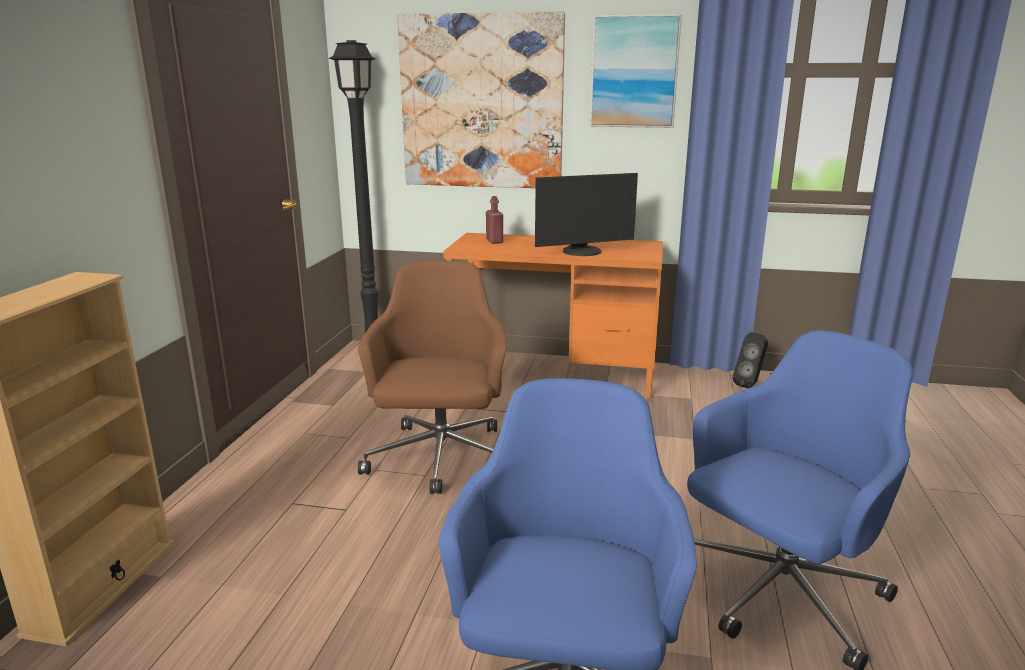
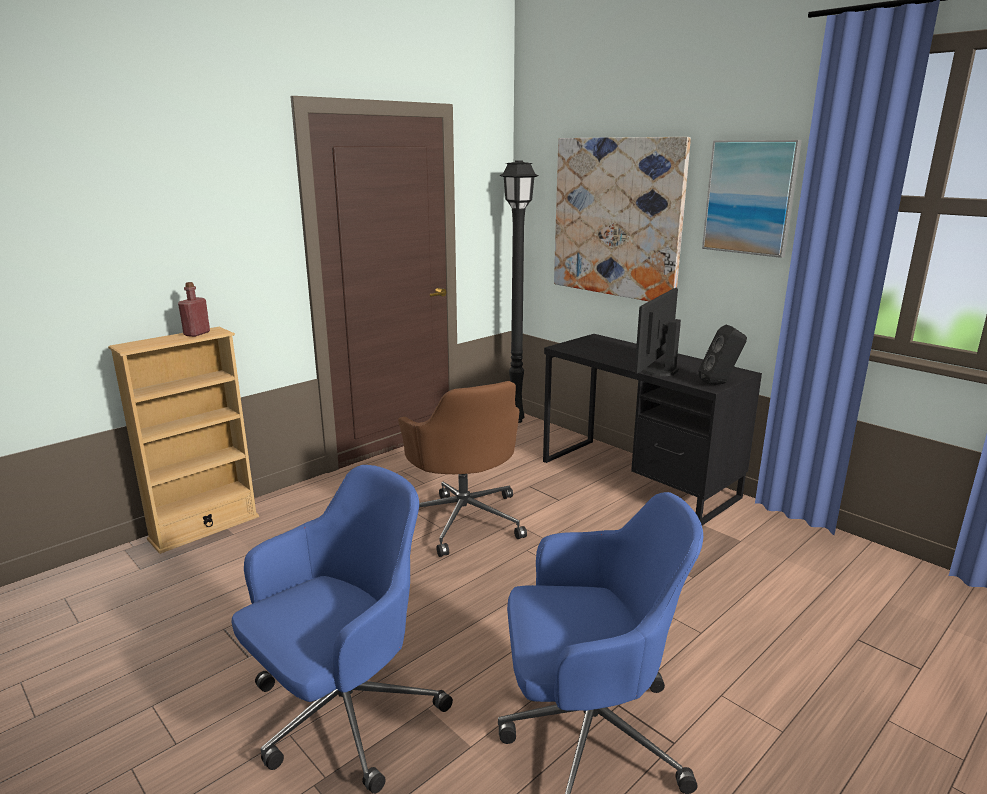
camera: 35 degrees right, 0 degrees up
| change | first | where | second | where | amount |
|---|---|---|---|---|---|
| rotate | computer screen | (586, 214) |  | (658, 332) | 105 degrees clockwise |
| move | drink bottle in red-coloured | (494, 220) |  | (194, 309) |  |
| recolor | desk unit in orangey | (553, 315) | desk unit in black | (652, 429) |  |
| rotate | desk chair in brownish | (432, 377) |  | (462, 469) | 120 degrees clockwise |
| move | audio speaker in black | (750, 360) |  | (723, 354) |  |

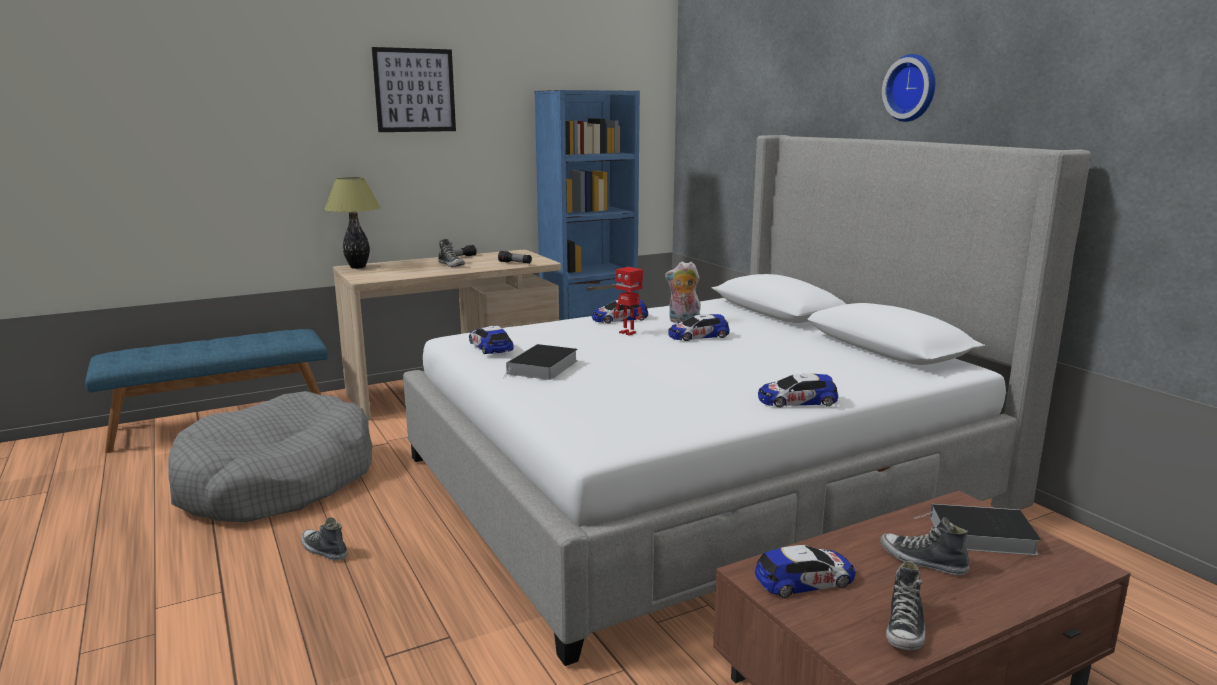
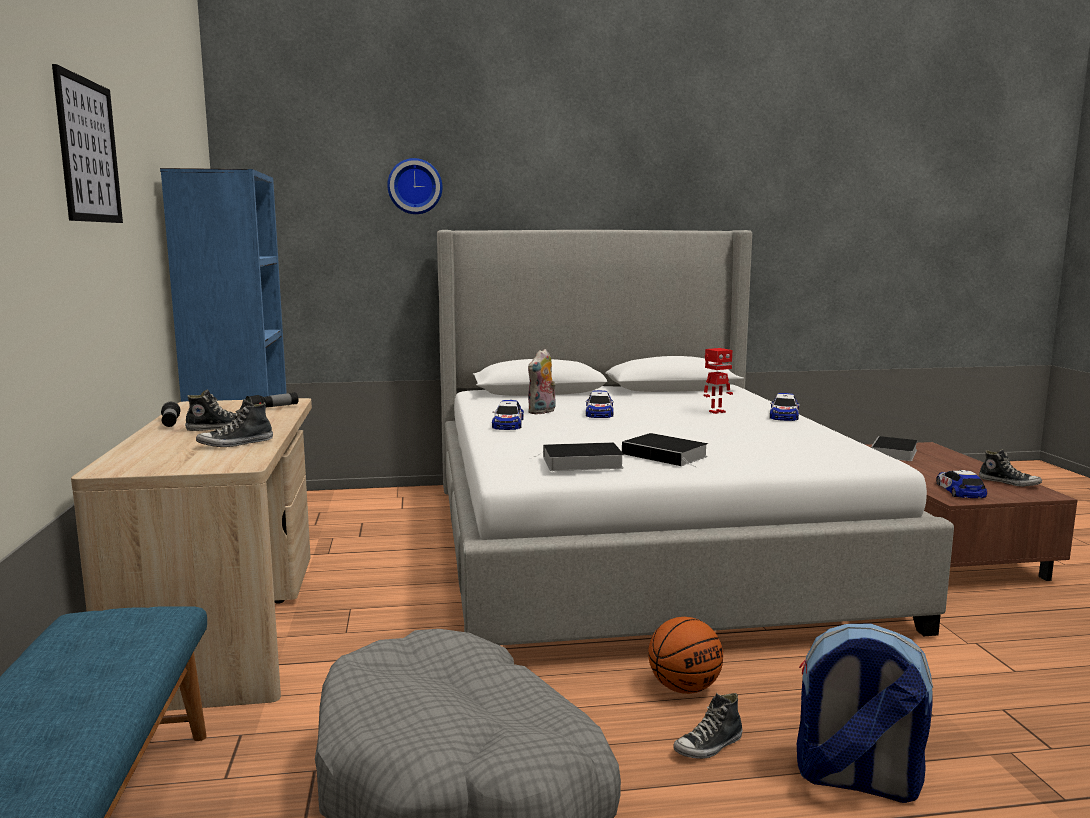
camera: 70 degrees left, 5 degrees down
| change | first | where | second | where | amount |
|---|---|---|---|---|---|
| move | wall clock | (908, 88) |  | (414, 186) |  |
| delete | tabletop lamp | (352, 223) |  |  |  |
| move | model robot | (628, 301) |  | (718, 381) |  |
| replace | model car | (491, 340) | volume | (579, 456) |  |
| move | shoe | (924, 546) |  | (234, 423) |  |
| insert |  |  | ball for basketball | (685, 655) |  |
| insert |  |  | knapsack | (865, 713) |  |

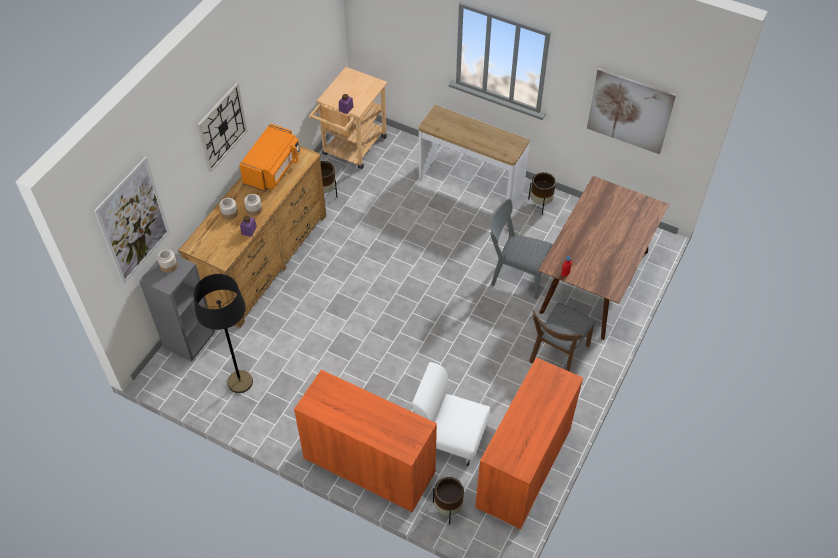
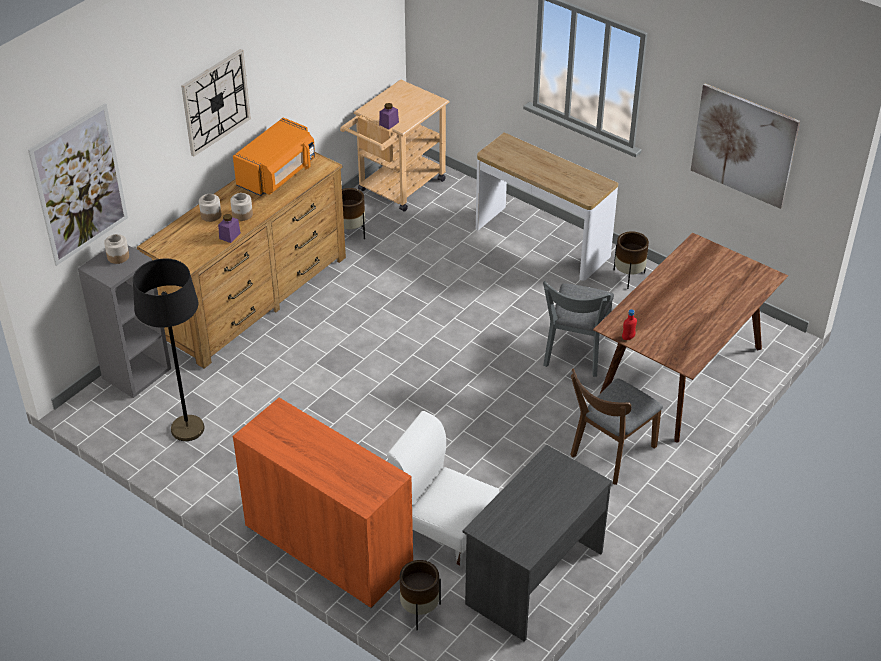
camera: 10 degrees right, 10 degrees down
| change | first | where | second | where | amount |
|---|---|---|---|---|---|
| rotate | upright chair in grey | (521, 249) |  | (578, 329) | 105 degrees counterclockwise |
| replace | cupboard in orangey | (529, 443) | desk unit in grey | (537, 543) |  |

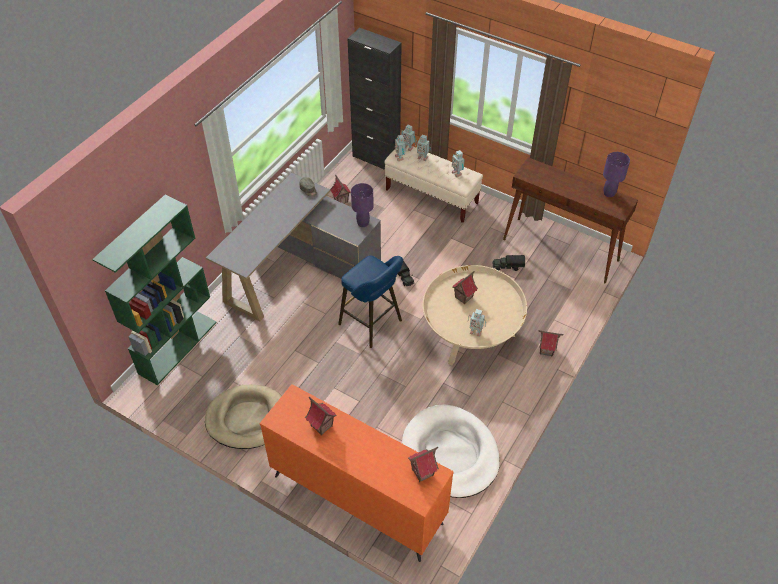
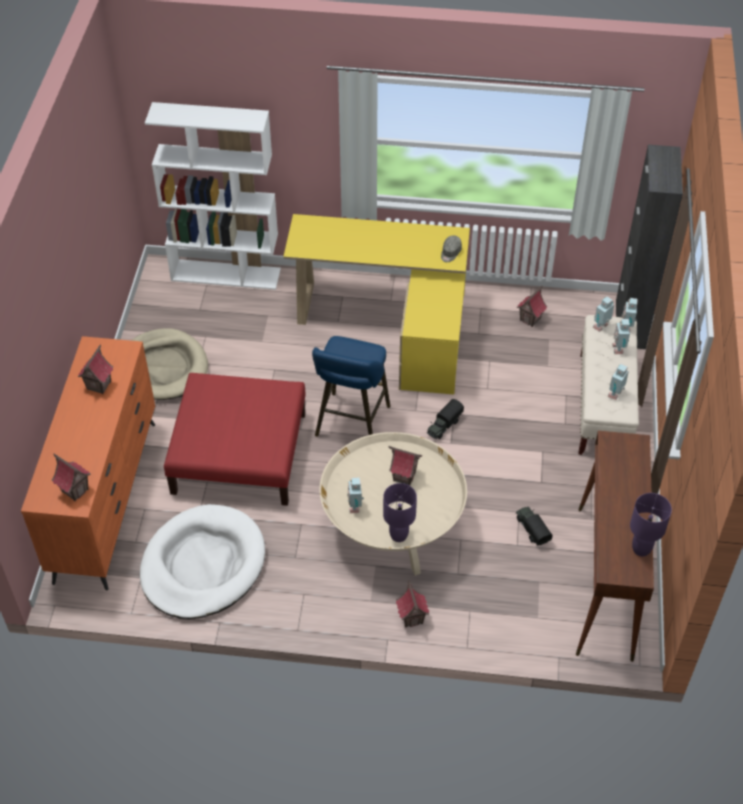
camera: 65 degrees right, 0 degrees up
| change | first | where | second | where | amount |
|---|---|---|---|---|---|
| recolor | desk unit in grey | (293, 247) | desk unit in yellow-coloured | (376, 304) |  |
| move | tabletop lamp in purplish | (362, 205) |  | (400, 512) |  |
| recolor | shelving unit in green | (154, 290) | shelving unit in whitish | (213, 196) |  |
| insert |  |  | pouffe in red-coloured | (235, 439) |  |

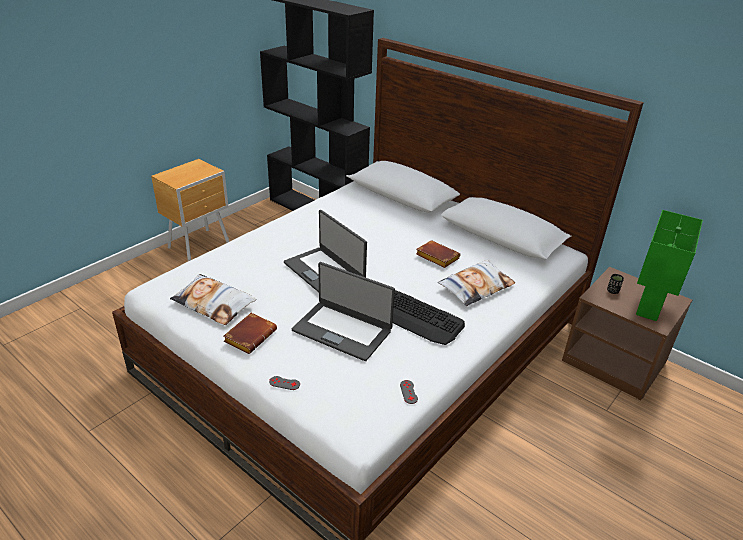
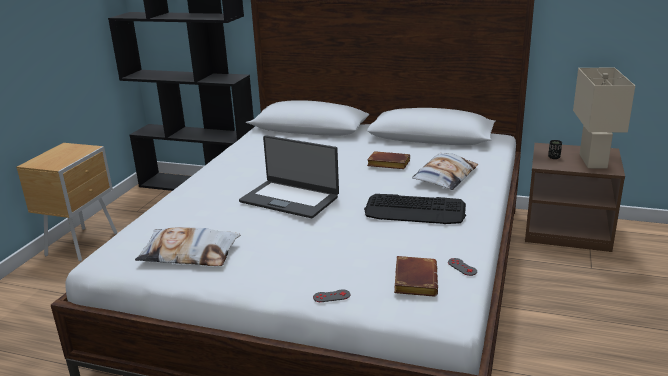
camera: 20 degrees left, 10 degrees down
| change | first | where | second | where | amount |
|---|---|---|---|---|---|
| recolor | tabletop lamp in green | (669, 265) | tabletop lamp in sand-coloured | (604, 118) |  |
| delete | portable computer | (343, 311) |  |  |  |
| move | volume in brownish | (250, 333) |  | (416, 276) |  |

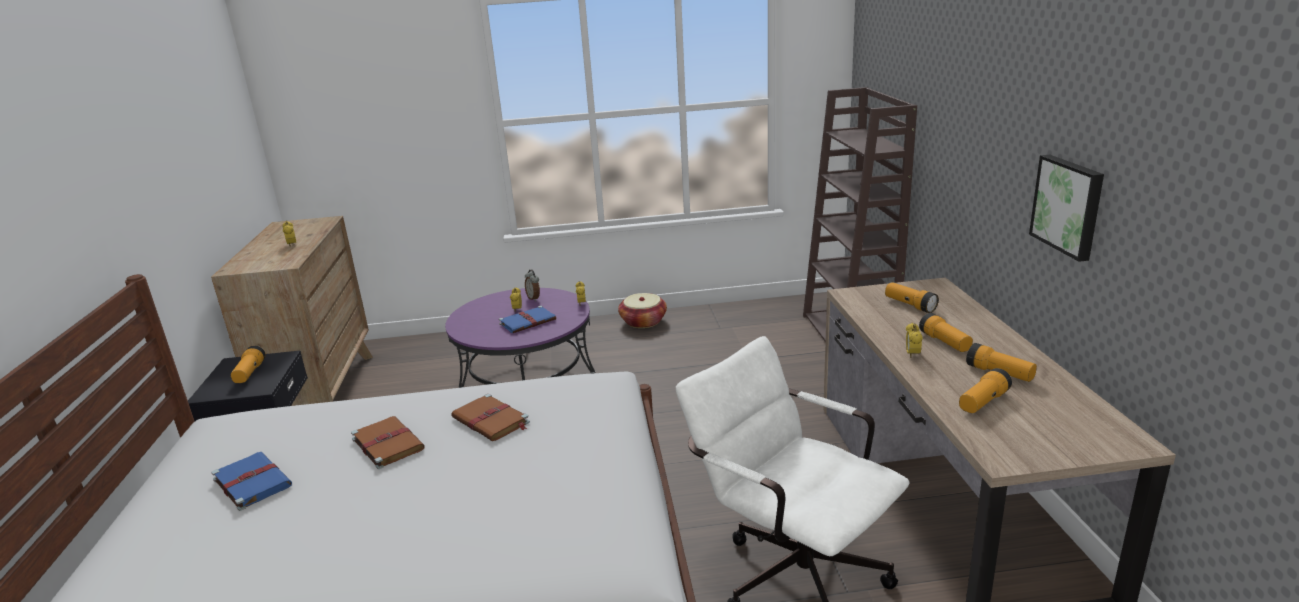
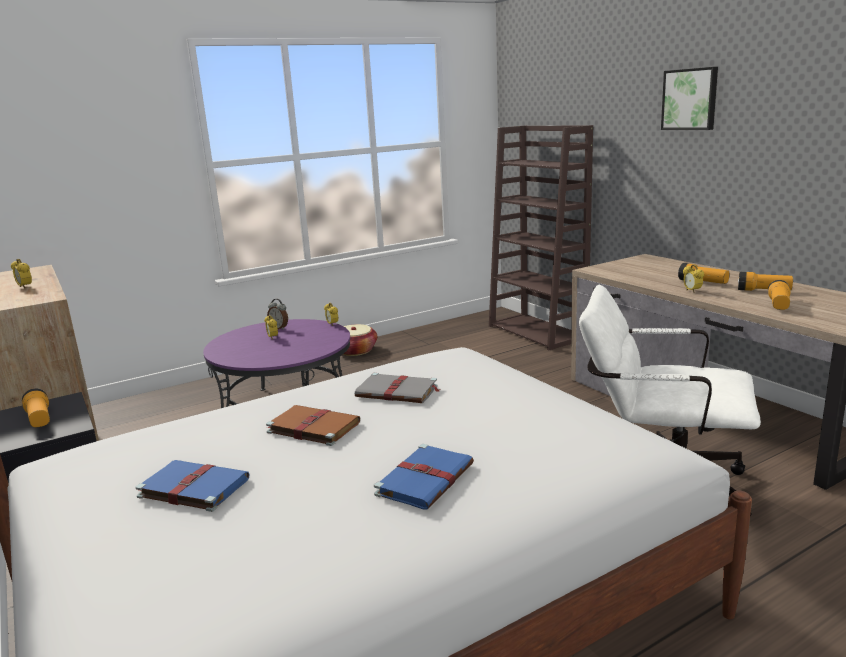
camera: 25 degrees left, 5 degrees down
| change | first | where | second | where | amount |
|---|---|---|---|---|---|
| move | wall picture | (1066, 208) |  | (689, 98) |  |
| delete | hand torch | (912, 297) |  |  |  |
| move | volume in bluish | (527, 319) |  | (424, 476) |  |
| recolor | volume in brownish | (490, 417) | volume in grey | (397, 388) |  |

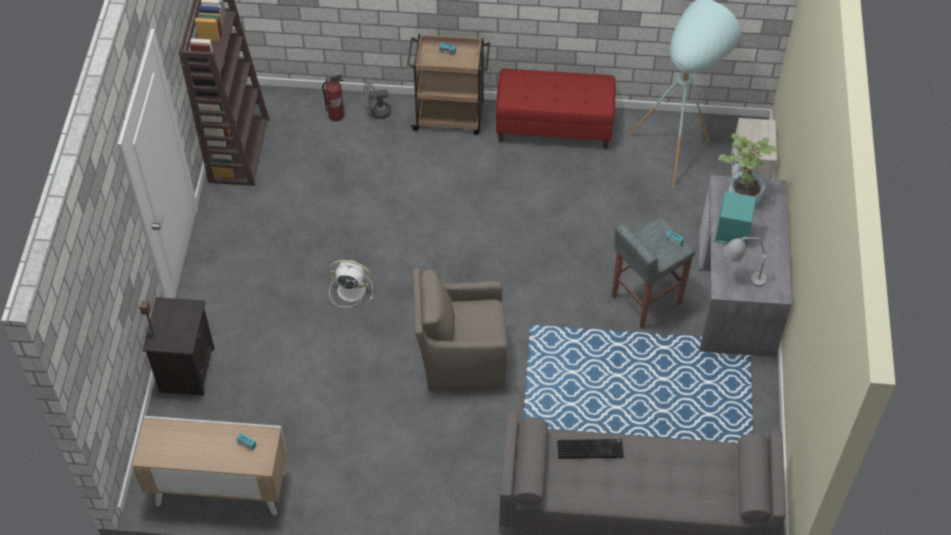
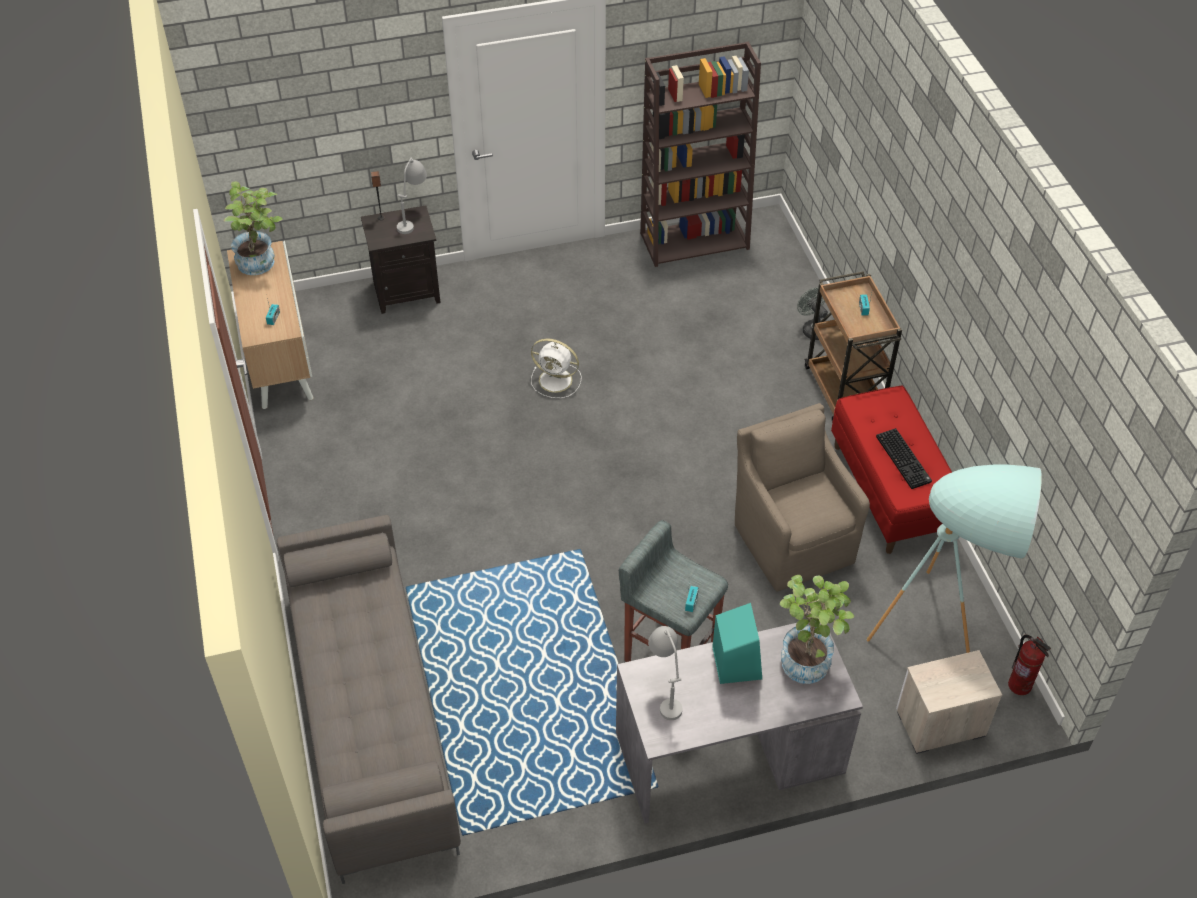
camera: 70 degrees right, 5 degrees down
| change | first | where | second | where | amount |
|---|---|---|---|---|---|
| move | extinguisher | (333, 97) |  | (1029, 665) |  |
| rotate | electric fan in whitish | (350, 283) |  | (556, 368) | 120 degrees clockwise |
| move | easy chair in brownish | (459, 330) |  | (802, 497) |  |
| move | PC keyboard | (590, 449) |  | (904, 458) |  |
| insert |  |  | tabletop lamp in grey | (412, 195) |  |
| insert |  |  | potted plant | (252, 228) |  |

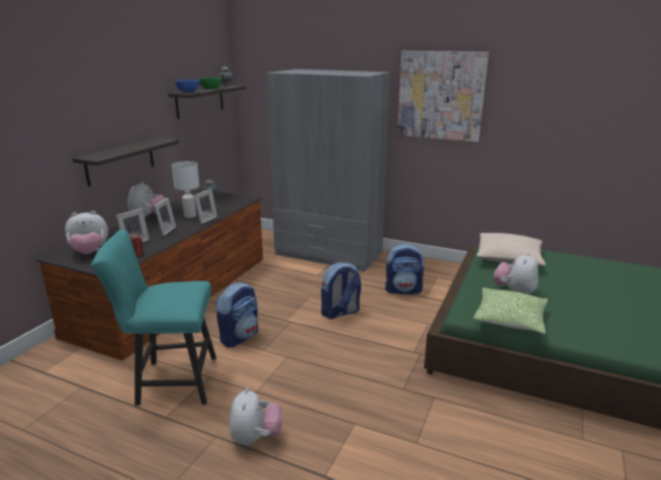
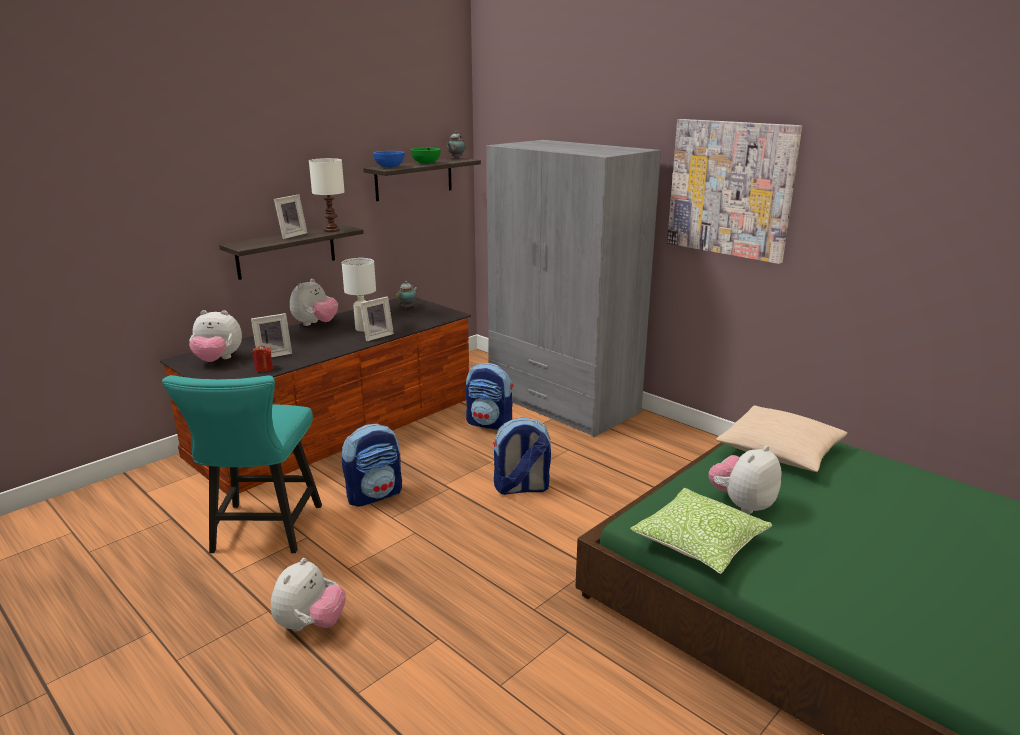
camera: 20 degrees right, 0 degrees up
| change | first | where | second | where | amount |
|---|---|---|---|---|---|
| move | photo frame | (165, 217) |  | (290, 216) |  |
| rotate | upright chair in blue-green | (153, 317) |  | (242, 464) | 105 degrees counterclockwise |
| move | knapsack | (405, 269) |  | (490, 396) |  |
| insert |  |  | tabletop lamp in whitish | (327, 195) |  |

